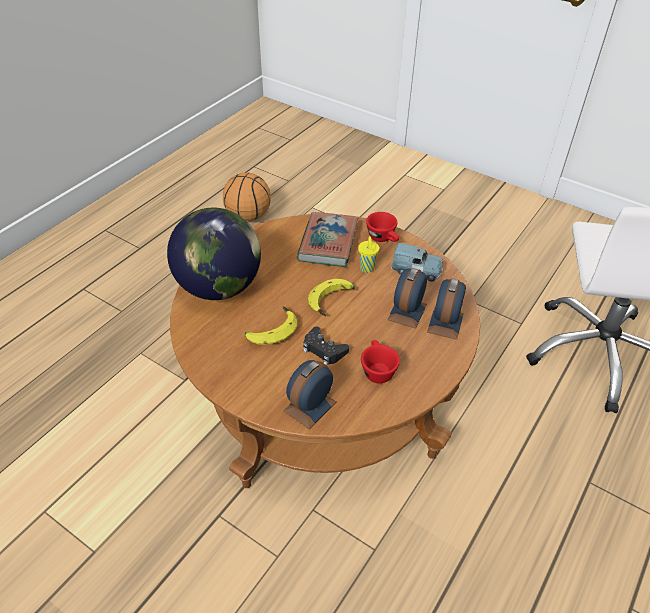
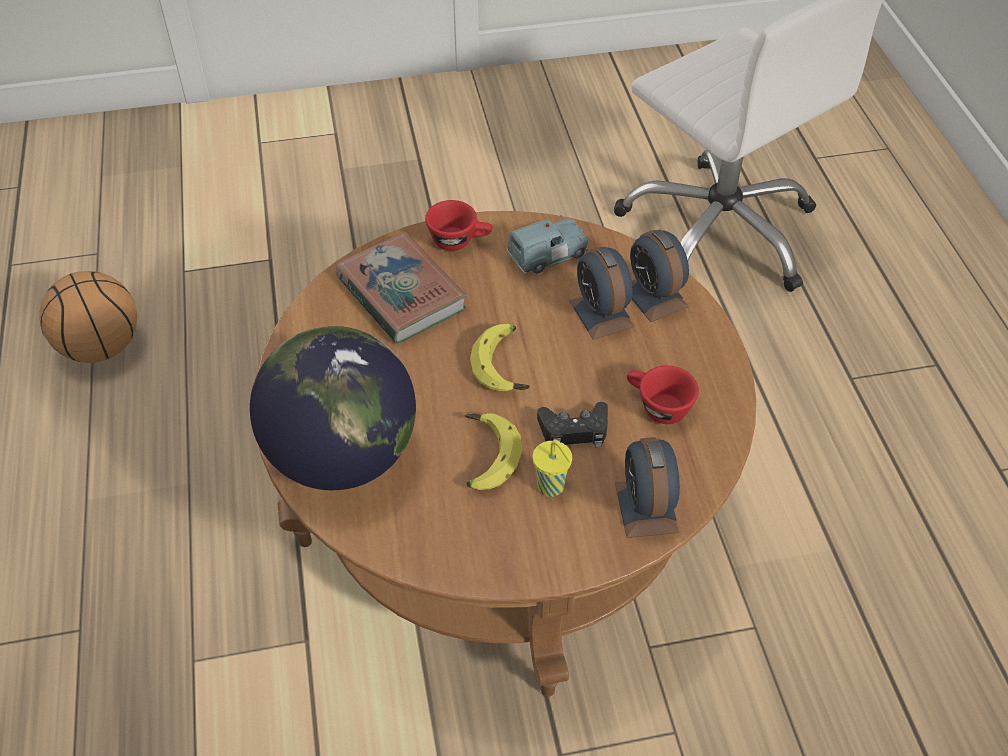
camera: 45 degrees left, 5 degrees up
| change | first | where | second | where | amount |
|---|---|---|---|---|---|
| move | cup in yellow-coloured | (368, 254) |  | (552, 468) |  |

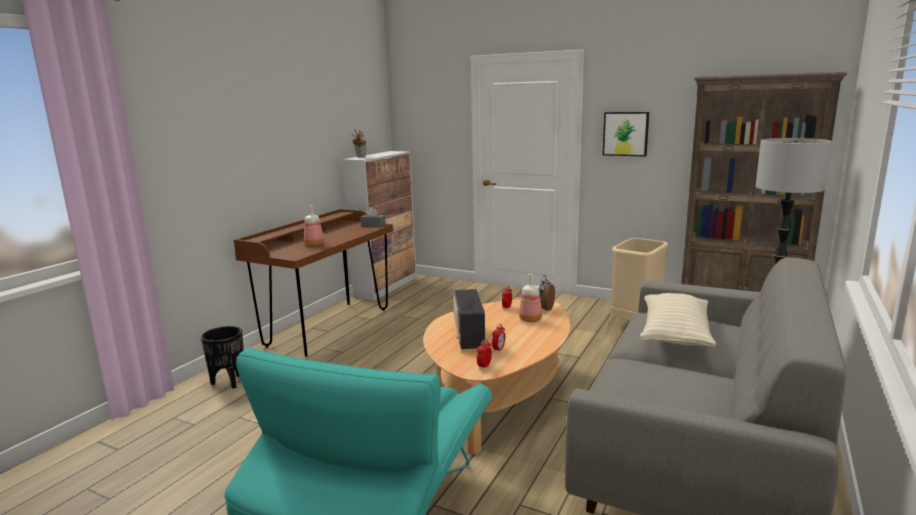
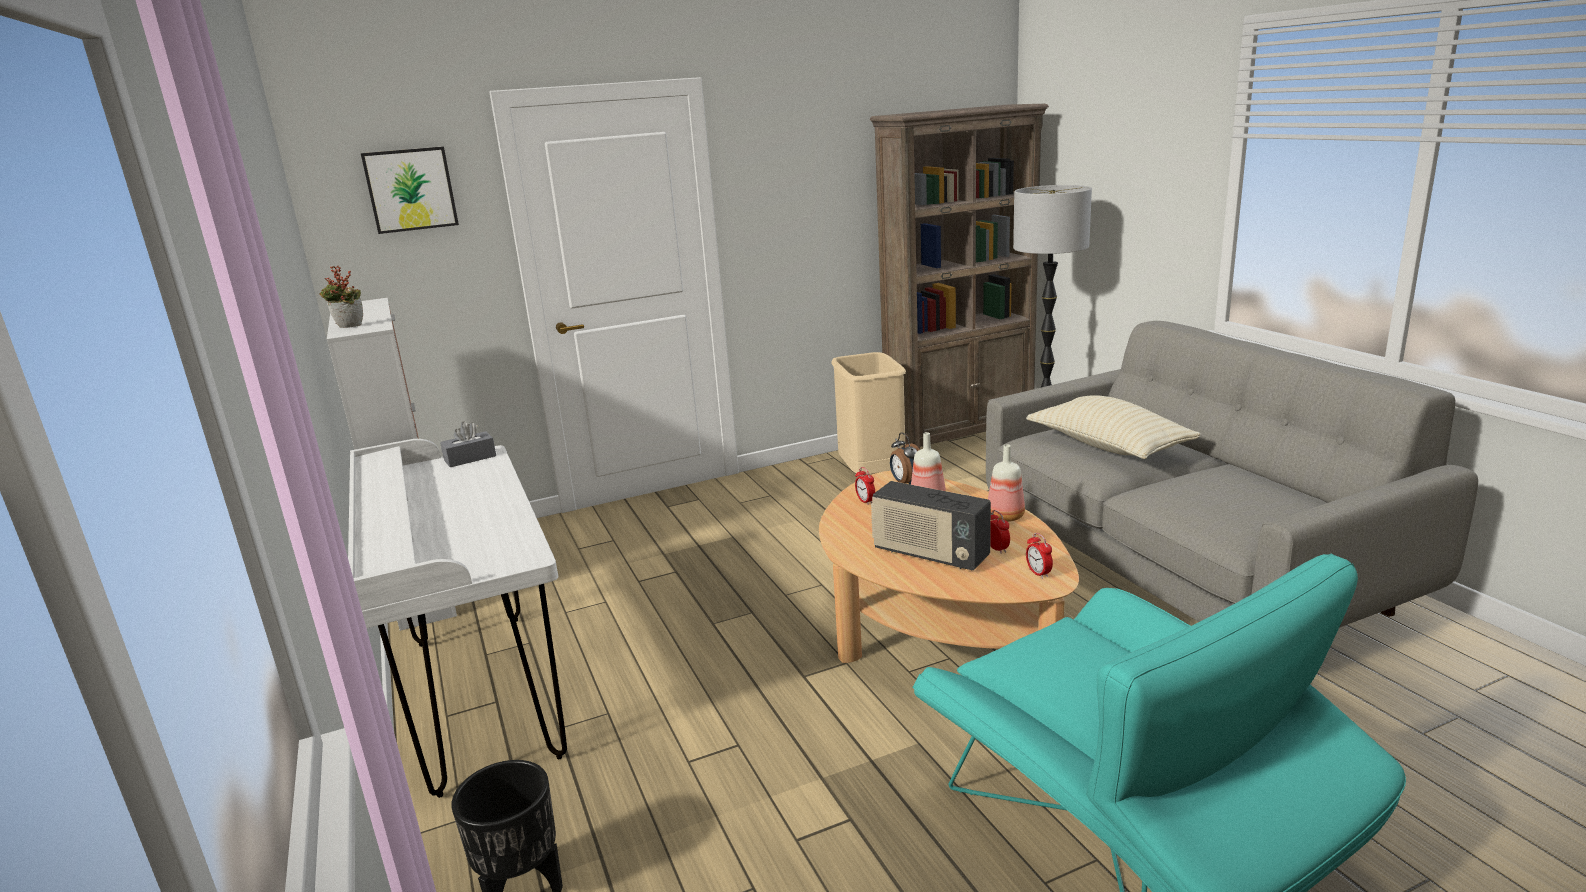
camera: 50 degrees left, 5 degrees up
| change | first | where | second | where | amount |
|---|---|---|---|---|---|
| move | wall picture | (626, 134) |  | (410, 190) |  |
| move | drink bottle | (314, 225) |  | (1006, 483) |  |
| recolor | desk unit in brownish | (313, 283) | desk unit in whitish | (457, 618) |  |

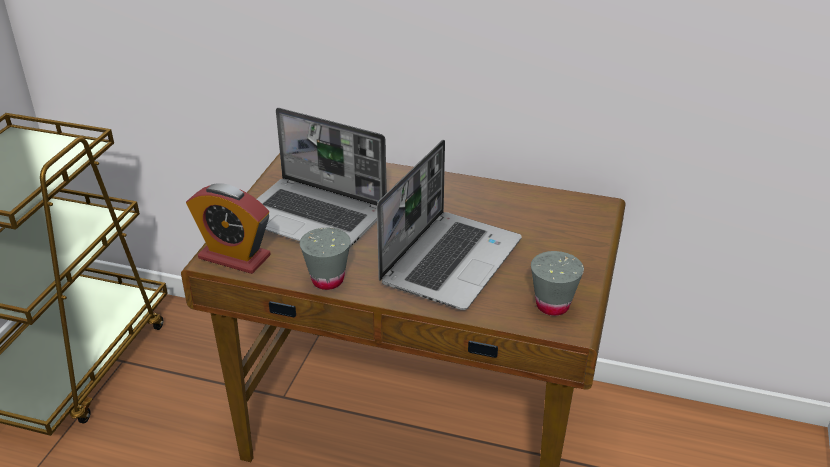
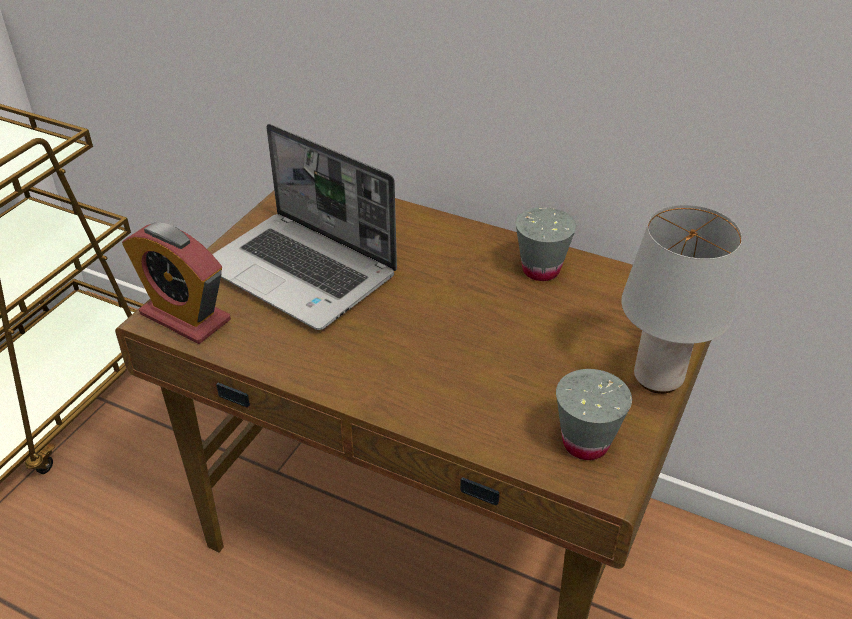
camera: 10 degrees right, 5 degrees up
| change | first | where | second | where | amount |
|---|---|---|---|---|---|
| delete | portable computer | (449, 225) |  |  |  |
| move | cup in grey | (325, 258) |  | (546, 244) |  |
| insert |  |  | tabletop lamp in grey | (681, 299) |  |

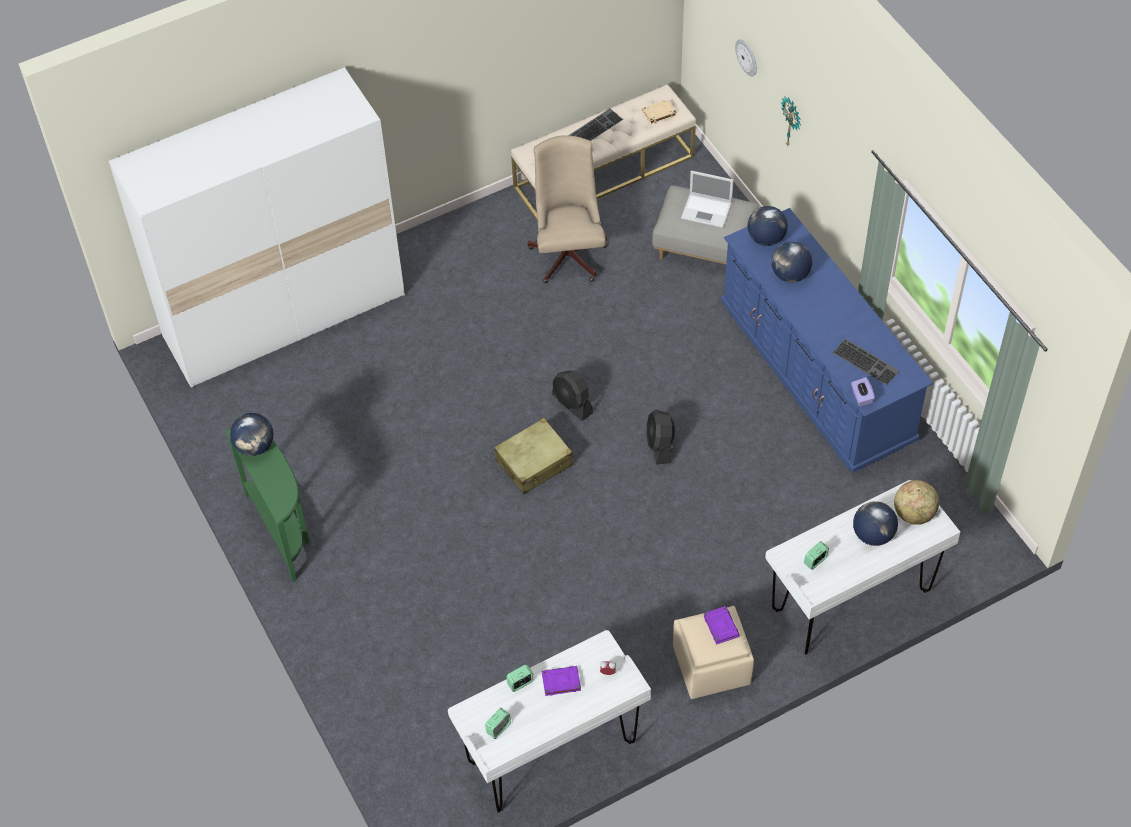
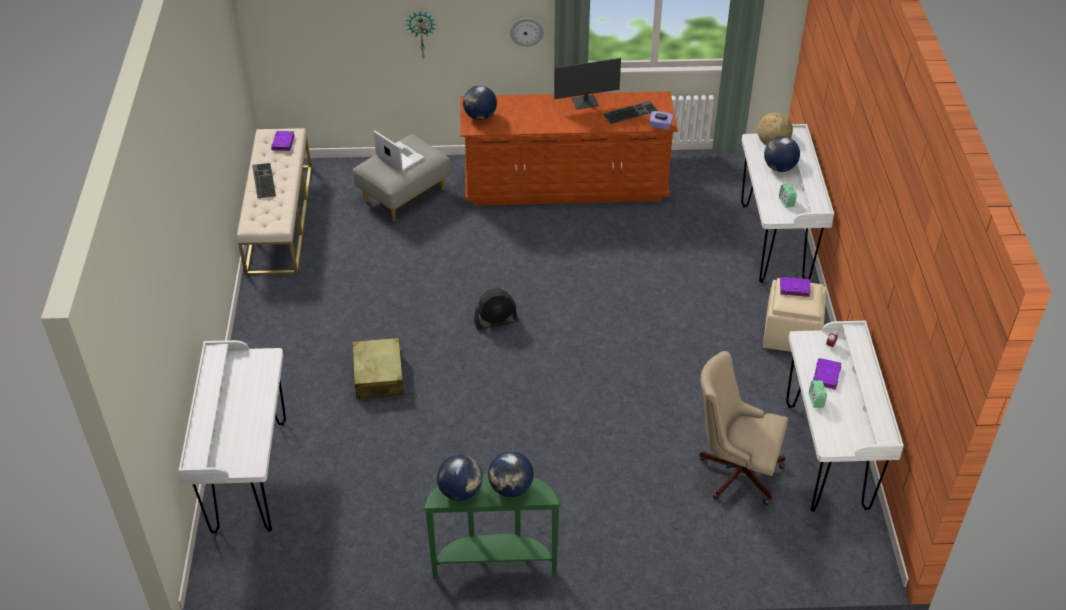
camera: 65 degrees left, 10 degrees down
| change | first | where | second | where | amount |
|---|---|---|---|---|---|
| move | wall clock | (746, 57) |  | (527, 32) |  |
| replace | wardrobe in whitish | (257, 227) | desk unit in whitish | (232, 437) |  |
| recolor | volume in sand-coloured | (659, 111) | volume in purplish | (283, 141) |  |
| move | desk chair in sand-coloured | (568, 209) |  | (743, 428) |  |
| rotate | portable computer | (707, 199) |  | (399, 151) | 90 degrees counterclockwise |
| recolor | drawer chest in bluish | (827, 340) | drawer chest in brownish | (569, 148) |  |
| move | desk globe | (791, 262) |  | (511, 474) |  |
| delete | electric fan in black | (661, 437) |  |  |  |
| move | piece of luggage in sand-coloured | (533, 456) |  | (378, 368) |  |
| delete | bedside clock | (498, 723) |  |  |  |
| insert |  |  | computer screen | (587, 83) |  |

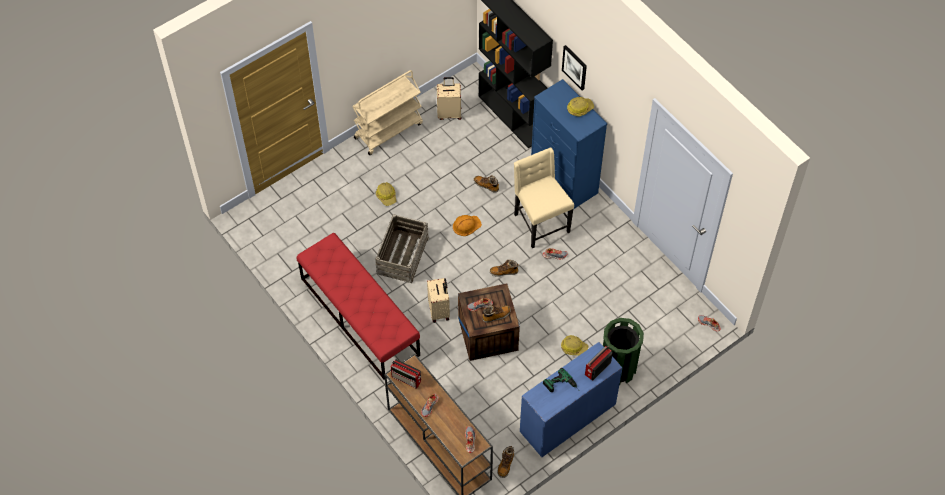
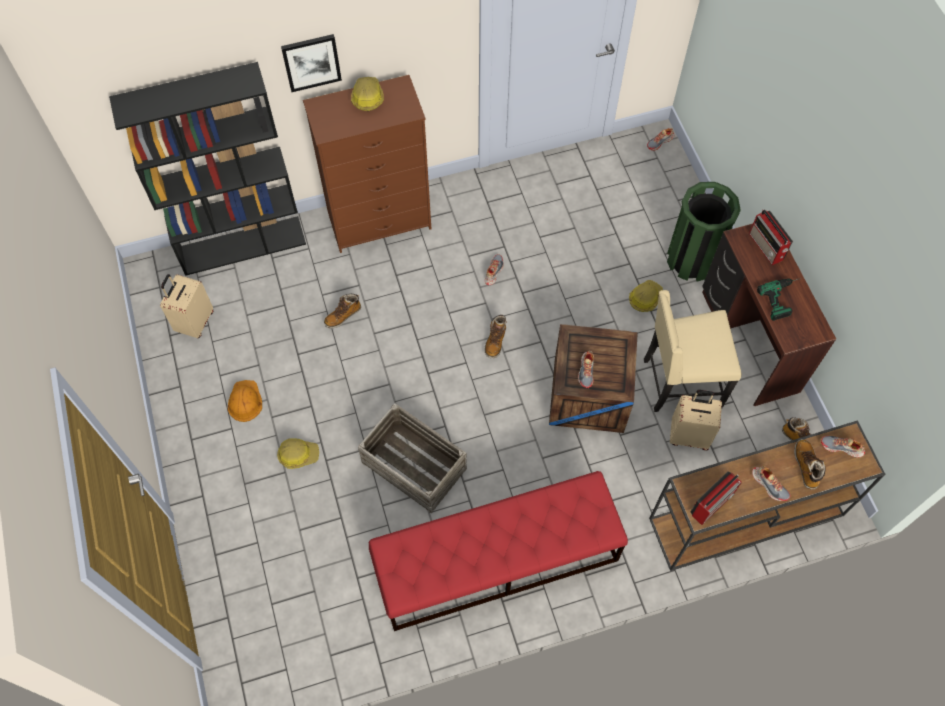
camera: 70 degrees left, 5 degrees up
| change | first | where | second | where | amount |
|---|---|---|---|---|---|
| delete | wheeled cart in sand-coloured | (387, 112) |  |  |  |
| recolor | drawer chest in bluish | (569, 144) | drawer chest in brownish | (367, 164) |  |
| move | upright chair in sand-coloured | (544, 197) |  | (693, 351) |  |
| move | hard hat in orangey | (467, 225) |  | (245, 401) |  |
| move | piece of luggage in sand-coloured | (438, 300) |  | (696, 420) |  |
| move | boot | (496, 314) |  | (810, 464) |  |
| recolor | desk unit in bluish | (571, 399) | desk unit in brownish | (769, 315) |  |

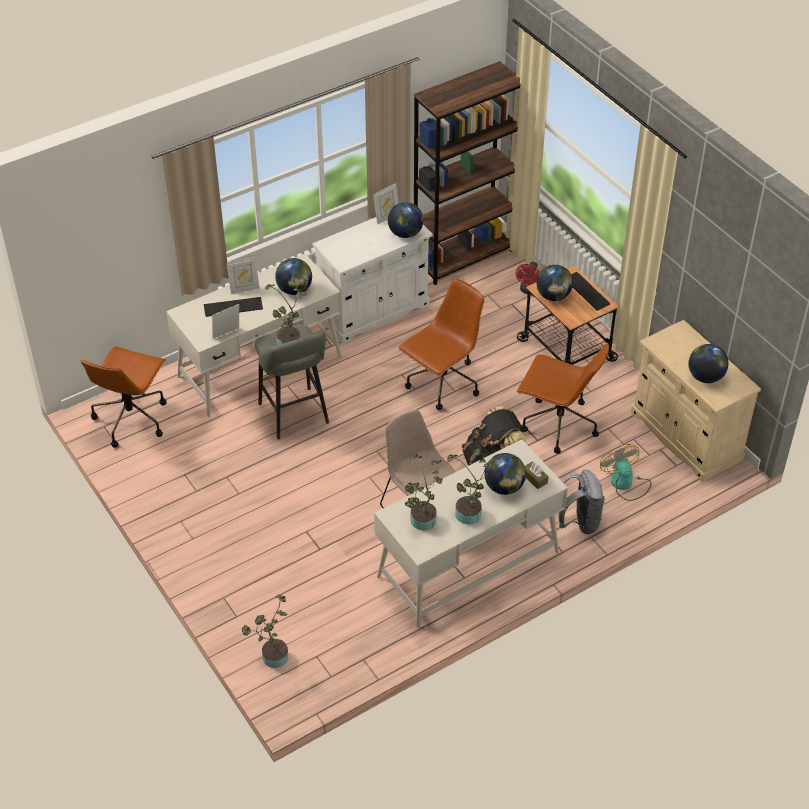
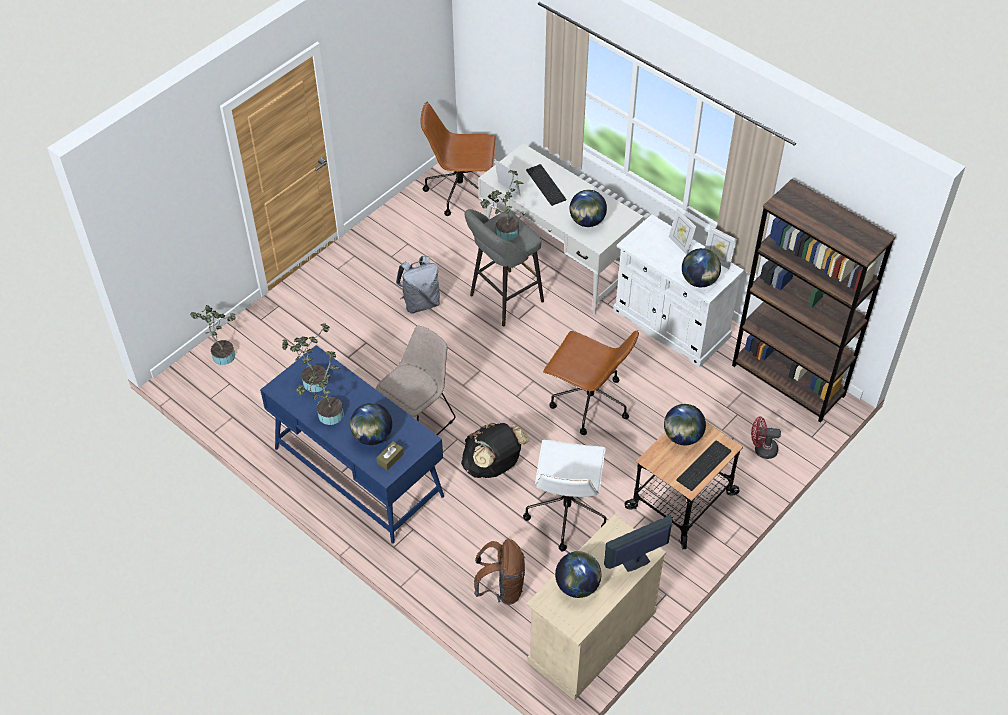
camera: 75 degrees right, 5 degrees up
| change | first | where | second | where | amount |
|---|---|---|---|---|---|
| move | photo frame | (243, 275) |  | (682, 231) |  |
| recolor | desk chair in brownish | (563, 398) | desk chair in whitish | (564, 495) |  |
| recolor | desk unit in whitish | (471, 533) | desk unit in bluish | (352, 444) |  |
| replace | electric fan | (625, 472) | knapsack in brownish | (499, 572) |  |
| move | knapsack in grey | (582, 502) |  | (418, 284) |  |
| insert |  |  | computer screen | (638, 543) |  |

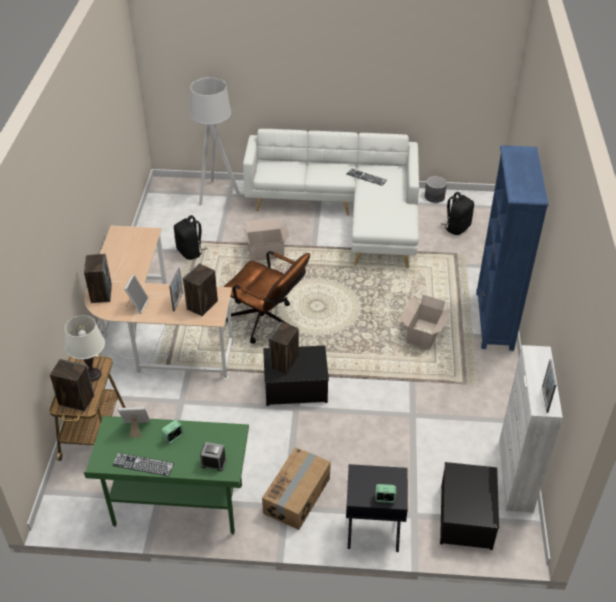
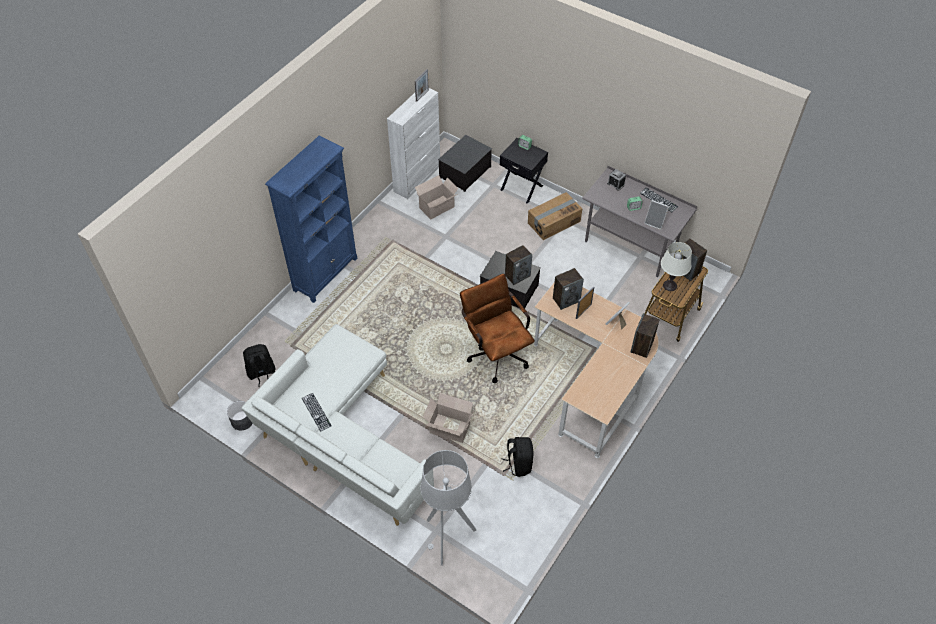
camera: 150 degrees left, 10 degrees up
| change | first | where | second | where | amount |
|---|---|---|---|---|---|
| move | packing box | (426, 322) |  | (436, 197) |  |
| recolor | desk unit in green | (166, 475) | desk unit in grey | (639, 221) |  |

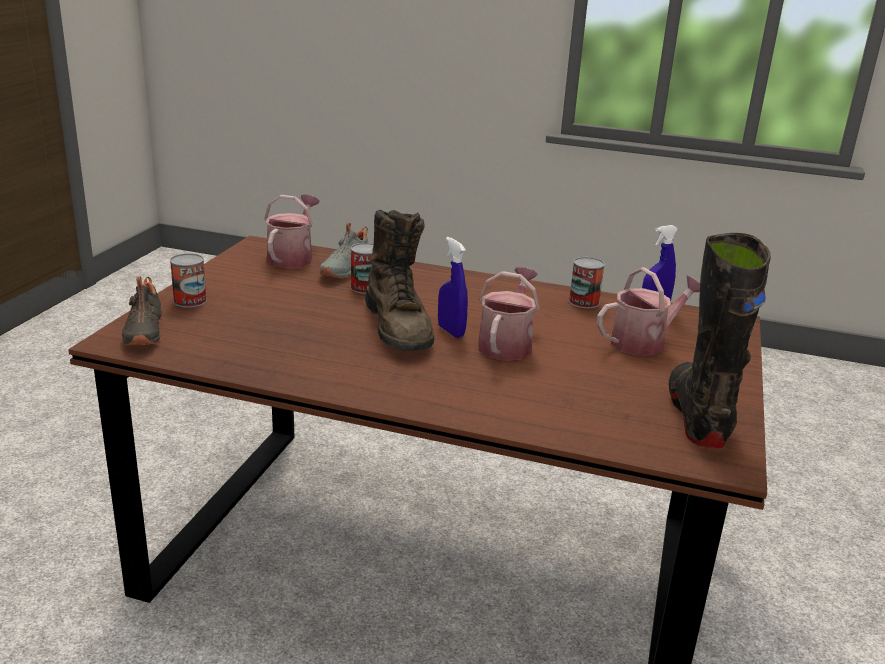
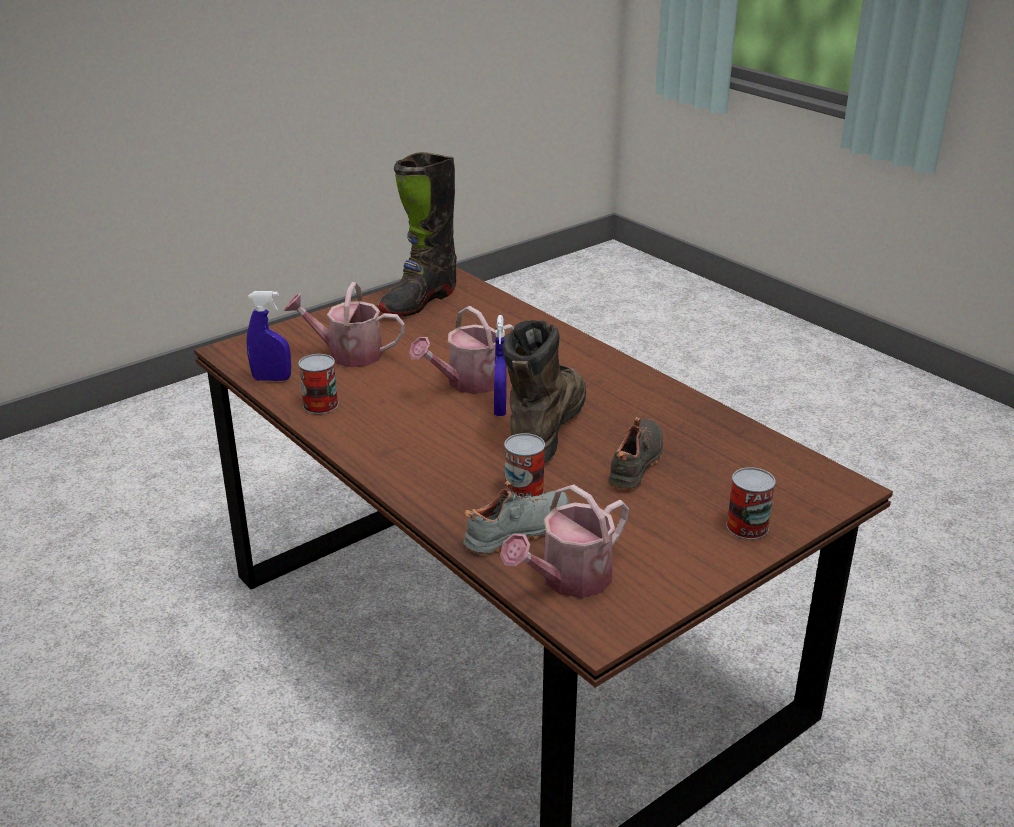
camera: 145 degrees left, 5 degrees up
| change | first | where | second | where | amount |
|---|---|---|---|---|---|
| move | shoe in black | (142, 310) |  | (635, 453) |  |

